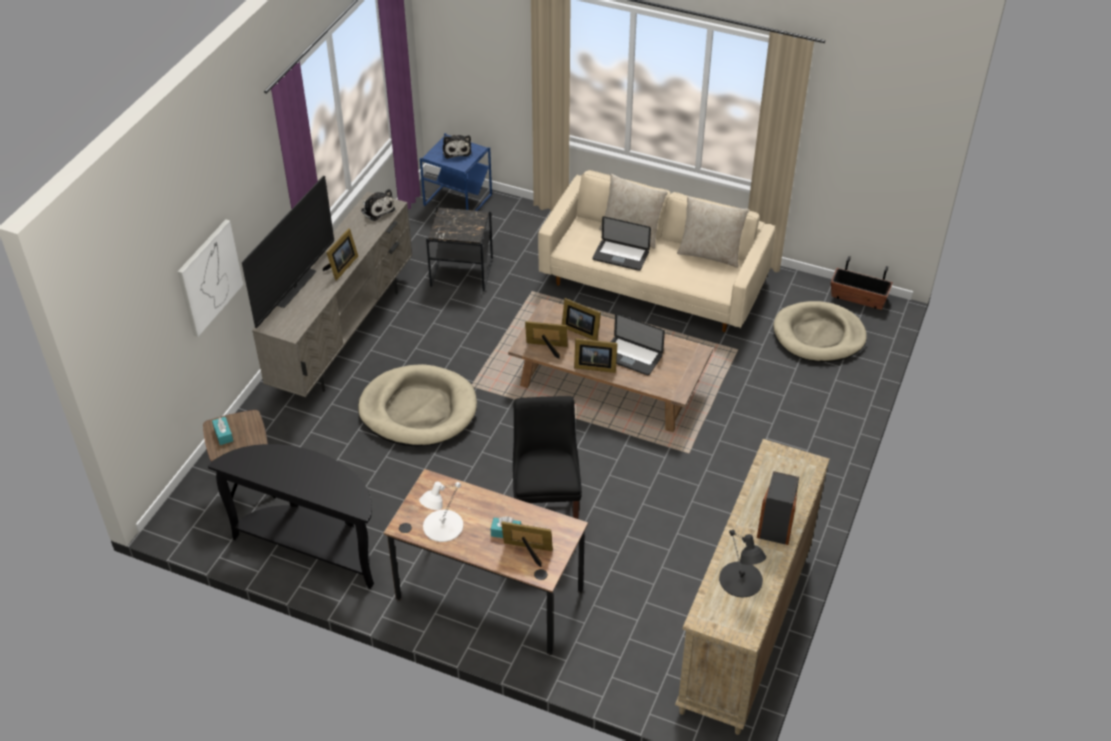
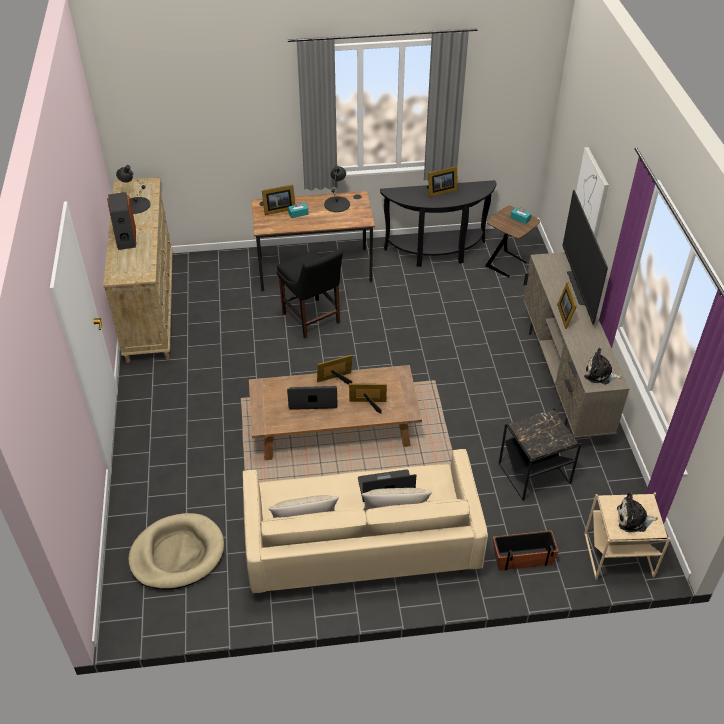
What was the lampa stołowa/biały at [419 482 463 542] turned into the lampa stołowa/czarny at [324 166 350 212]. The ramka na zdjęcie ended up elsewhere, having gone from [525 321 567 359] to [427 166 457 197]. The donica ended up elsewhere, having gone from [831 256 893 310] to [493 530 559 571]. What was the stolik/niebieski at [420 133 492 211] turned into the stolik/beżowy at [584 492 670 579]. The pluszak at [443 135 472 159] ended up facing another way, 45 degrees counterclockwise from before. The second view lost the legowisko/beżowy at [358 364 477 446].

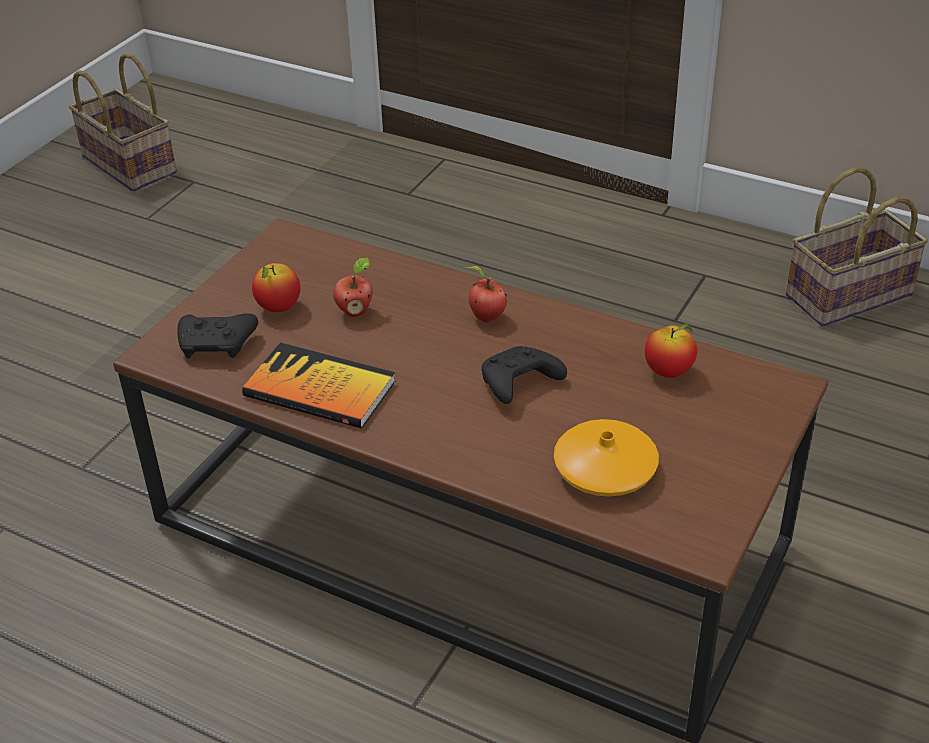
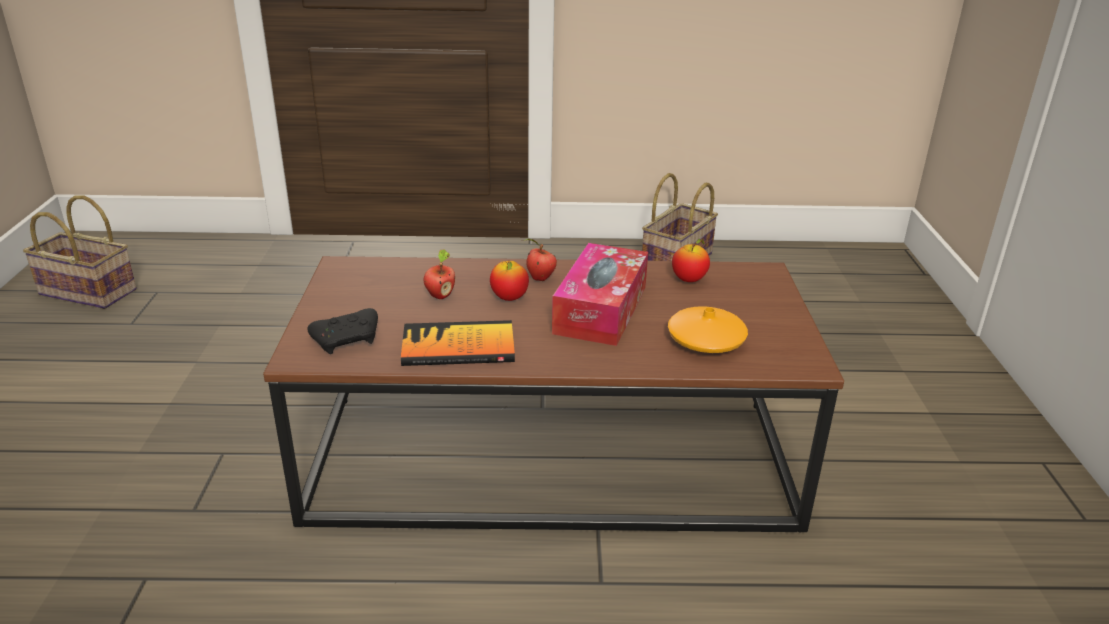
The jabłko ended up elsewhere, having gone from [252 263 301 312] to [490 260 529 301]. Where the pad do gier/czarny stood at [481 346 567 404], the pudełko chusteczek came to stand at [552 243 648 346].

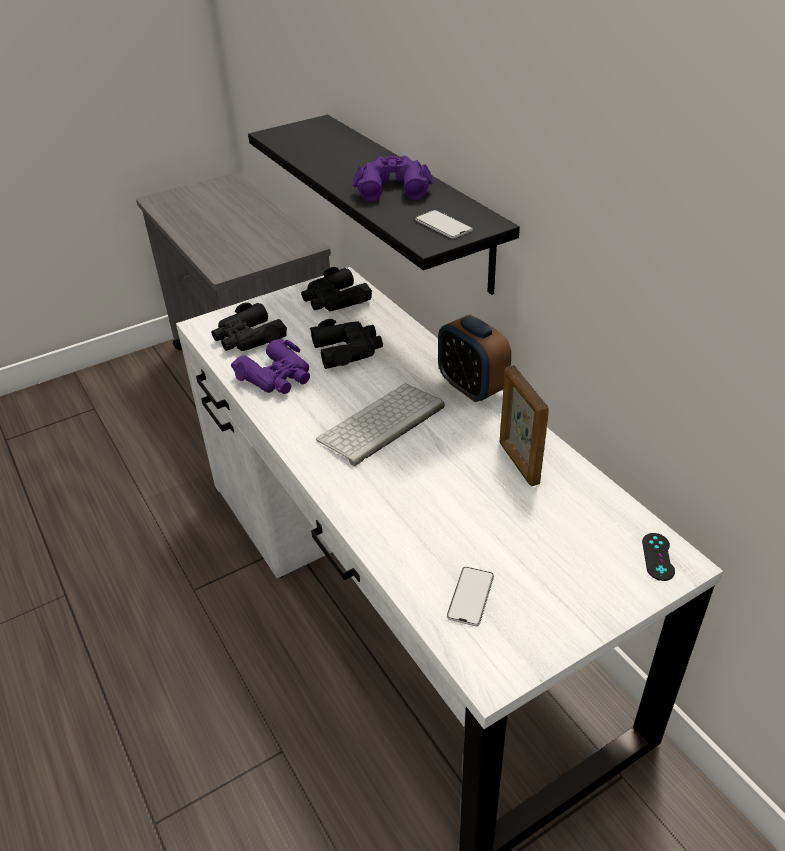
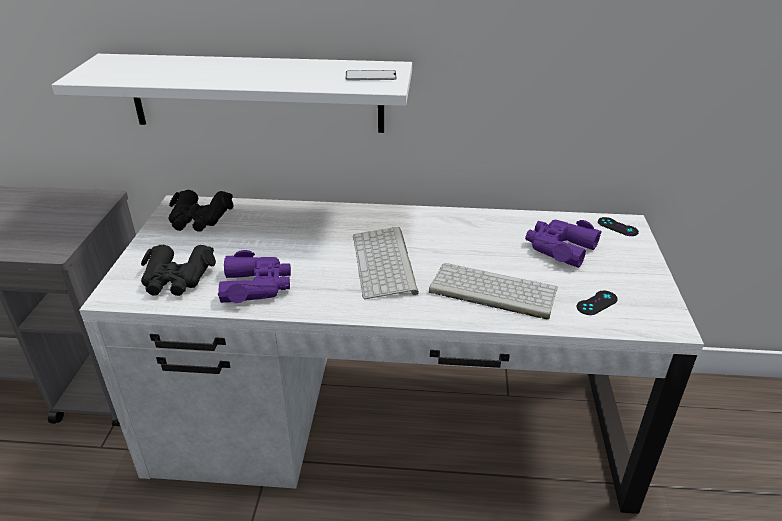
What was the półka/czarny at [248 115 520 295] turned into the półka/biały at [52 54 412 133]. The second view gained the klawiatura at [429 263 558 320]. The lornetka/fioletowy ended up elsewhere, having gone from [352 155 433 202] to [525 220 602 268]. Where the telefon stood at [447 567 494 626], the pad do gier/czarny came to stand at [577 291 618 315]. The second view lost the lornetka/czarny at [310 319 383 369]. The second view lost the budzik at [438 315 511 403]. The second view lost the ramka na zdjęcie at [499 365 549 486].

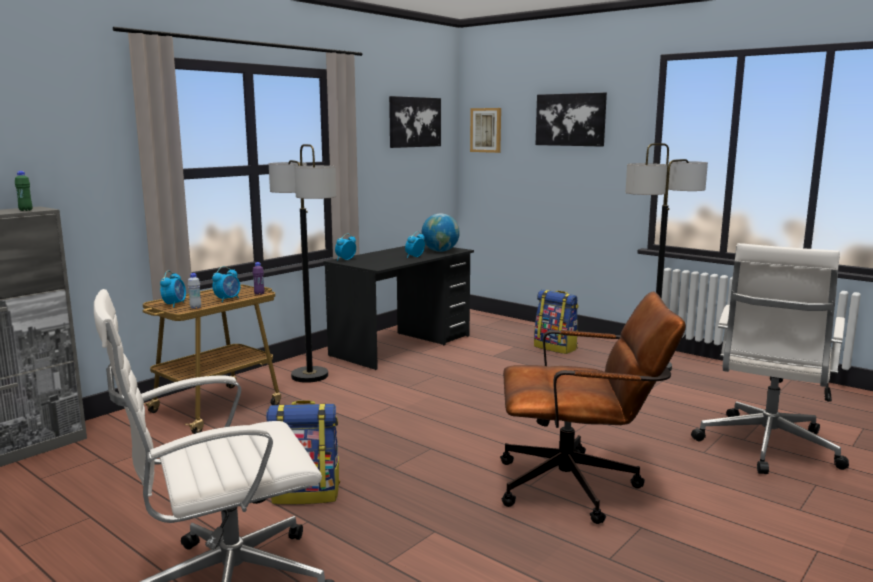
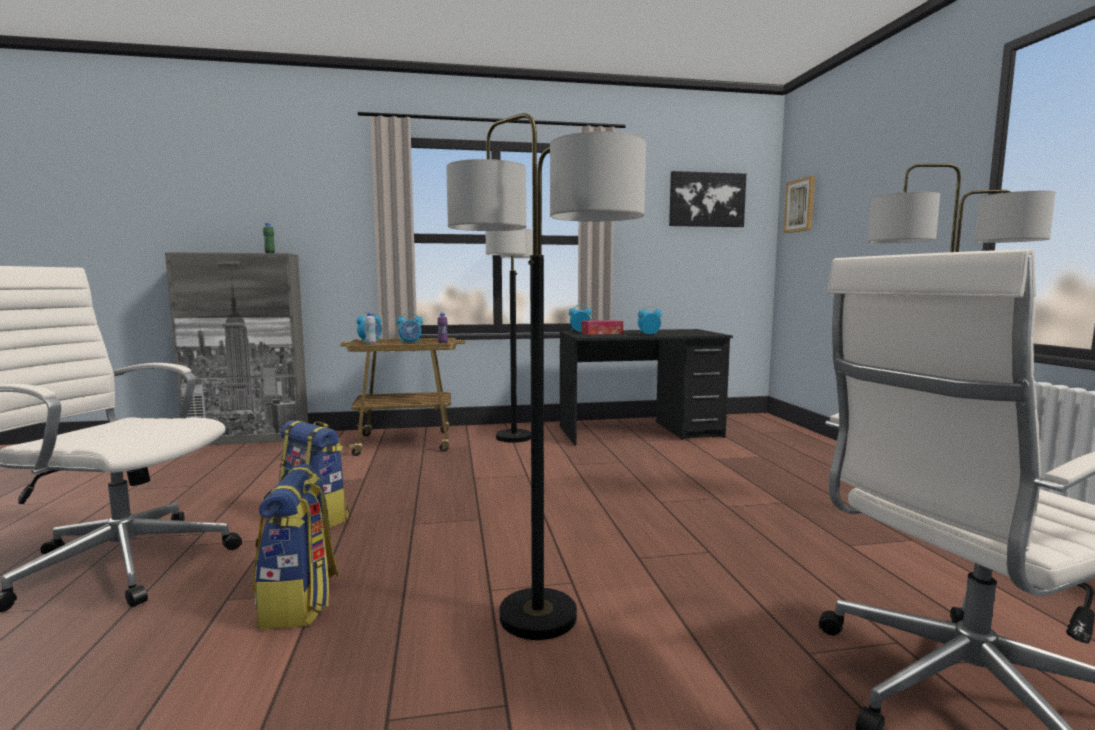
The plecak ended up elsewhere, having gone from [534 290 579 354] to [253 464 339 630]. Where the krzesło biurowe/brązowy stood at [500 291 686 524], the lampa stojąca came to stand at [446 113 646 640]. The second view gained the pudełko chusteczek at [582 320 623 335]. The second view lost the globus at [421 213 460 252]. The second view lost the obraz at [536 93 607 147].

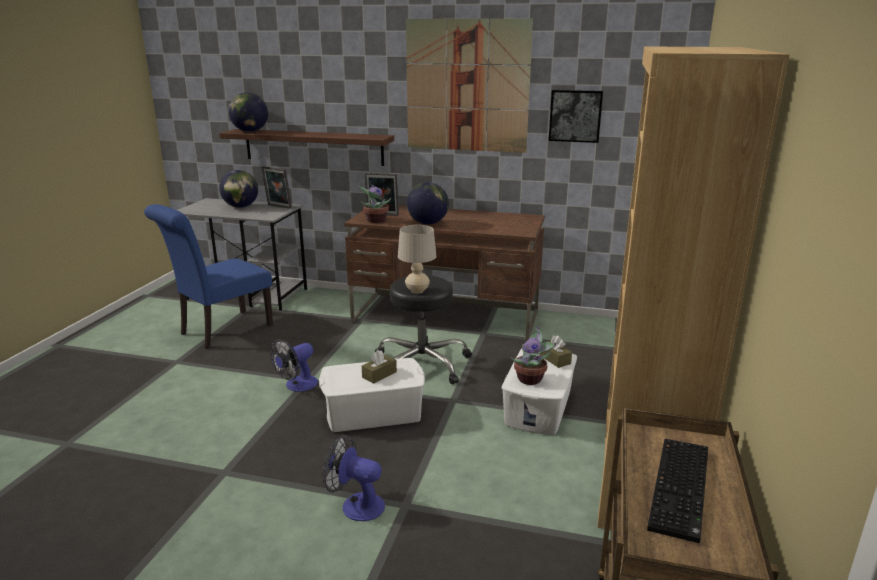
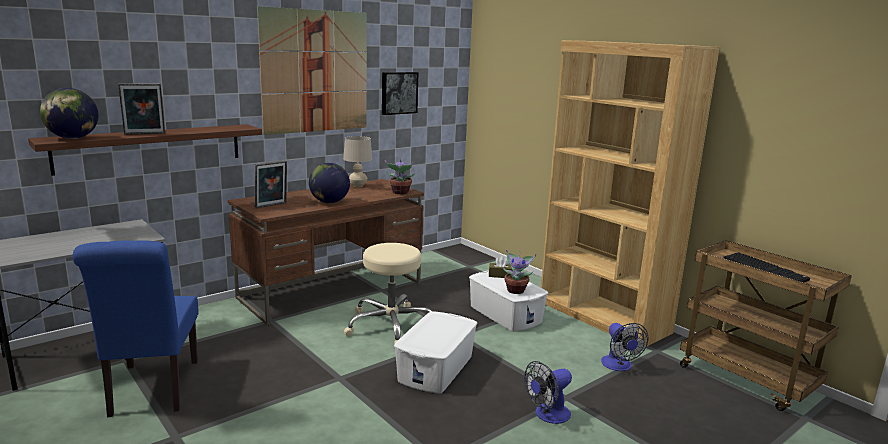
The ramka na zdjęcie ended up elsewhere, having gone from [261 166 292 209] to [118 83 165 135]. The lampa stołowa/beżowy ended up elsewhere, having gone from [398 225 437 294] to [343 136 373 188]. What was the stołek/czarny at [375 275 472 384] turned into the stołek/beżowy at [344 243 433 348]. The roślina doniczkowa ended up elsewhere, having gone from [358 181 391 223] to [385 160 415 194]. The wentylator ended up elsewhere, having gone from [270 340 318 392] to [601 323 649 371]. The second view lost the globus at [219 170 258 208]. The second view lost the pudełko chusteczek/brązowy at [362 350 397 384].

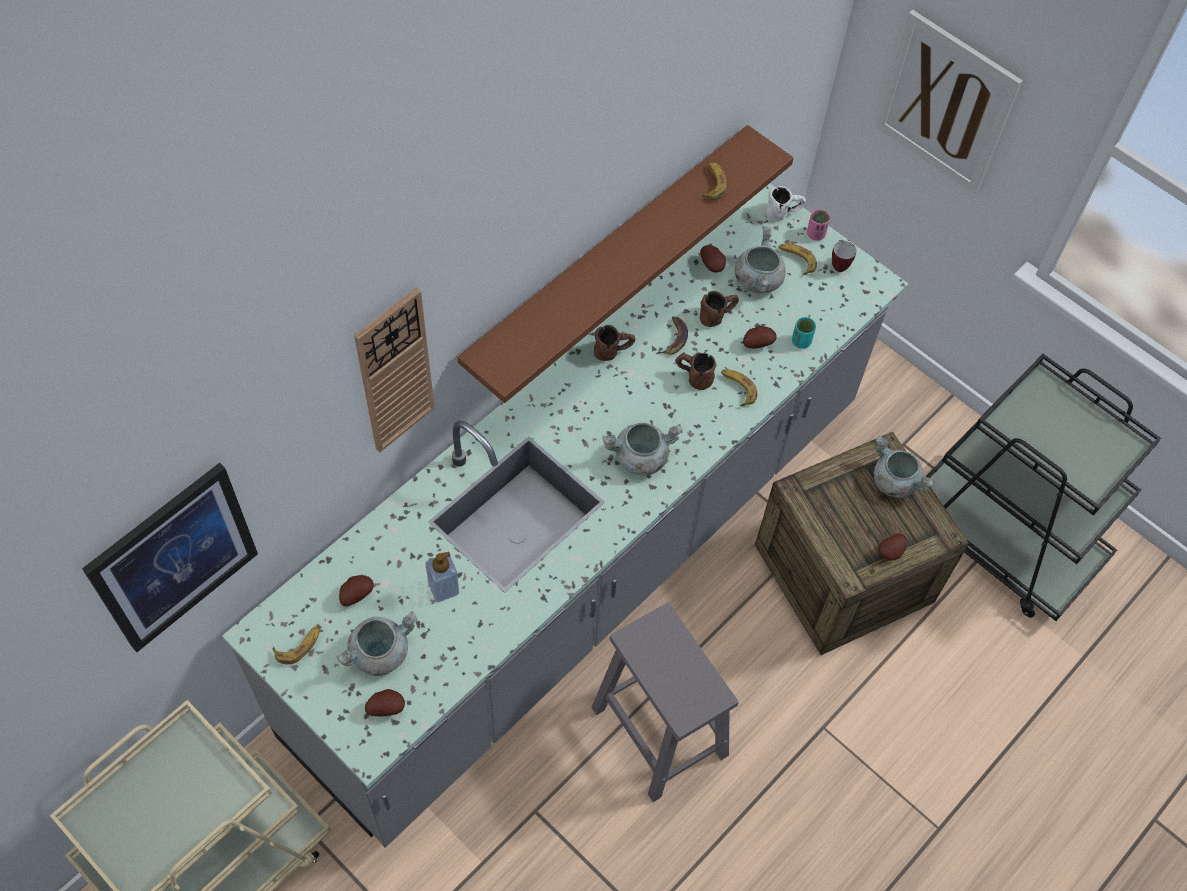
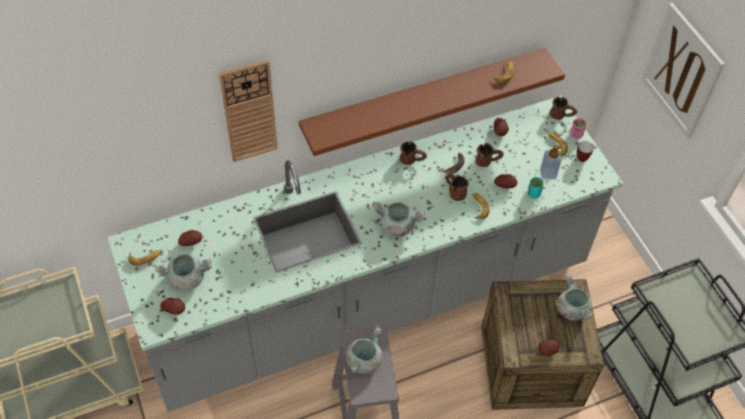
The garnek/szary ended up elsewhere, having gone from [735 226 786 293] to [346 327 383 374]. The dozownik mydła ended up elsewhere, having gone from [426 552 459 602] to [540 145 562 179]. What was the kubek/biały at [766 186 806 221] turned into the kubek/brązowy at [550 97 577 120]. The second view lost the obraz at [82 463 258 652].

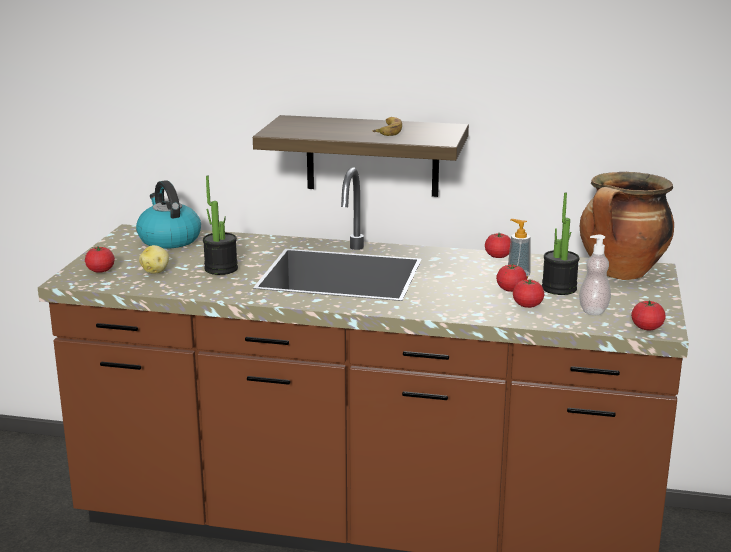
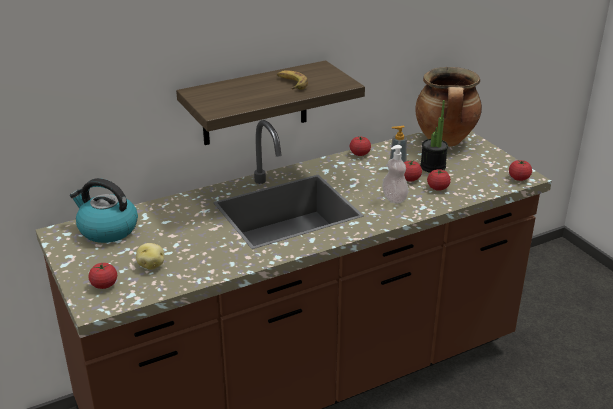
The dozownik mydła ended up elsewhere, having gone from [579 235 611 315] to [382 145 408 204]. The second view lost the roślina doniczkowa at [203 175 238 275].

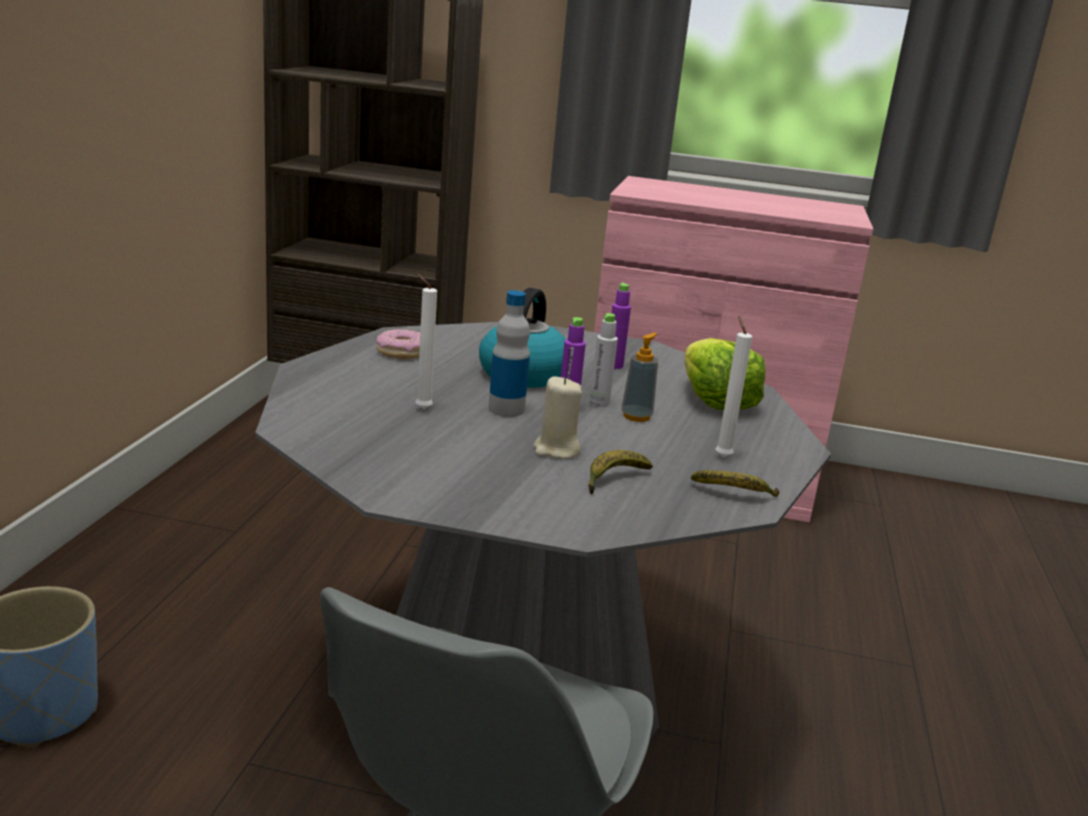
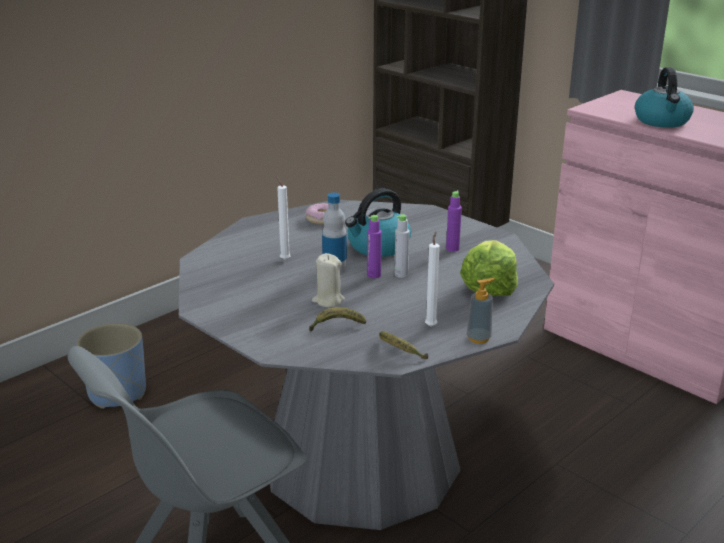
The dozownik mydła ended up elsewhere, having gone from [621 333 658 422] to [467 278 495 344]. The second view gained the czajnik at [635 67 694 128].

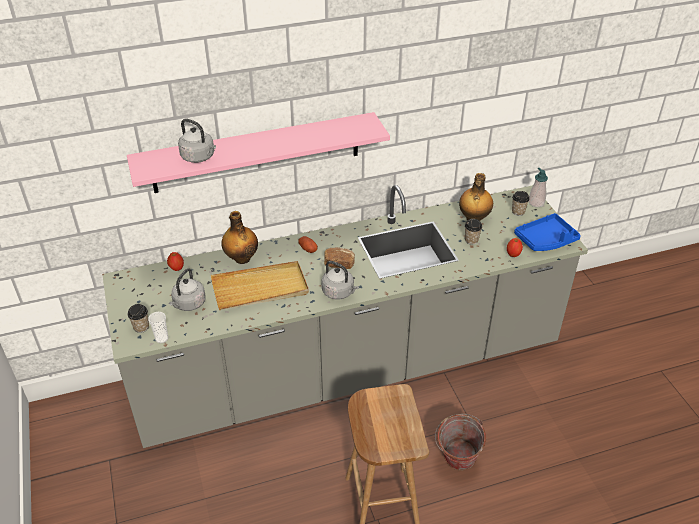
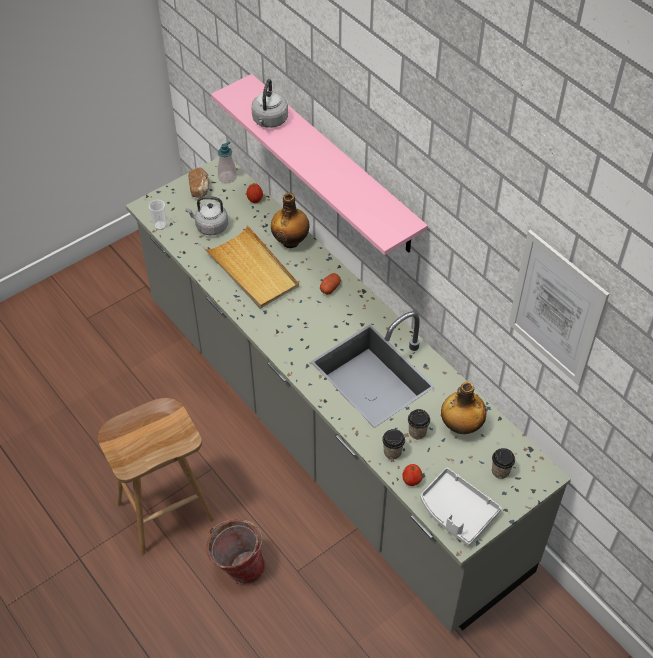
The chleb ended up elsewhere, having gone from [324 247 355 269] to [188 168 210 198]. The dozownik mydła ended up elsewhere, having gone from [528 168 548 207] to [218 141 237 183]. The filiżanka ended up elsewhere, having gone from [127 304 149 333] to [382 429 405 460]. What was the taca/niebieski at [514 213 581 251] turned into the taca/szary at [420 468 501 546]. The second view gained the obraz at [508 230 609 386]. The second view lost the czajnik/szary at [322 261 359 300].

